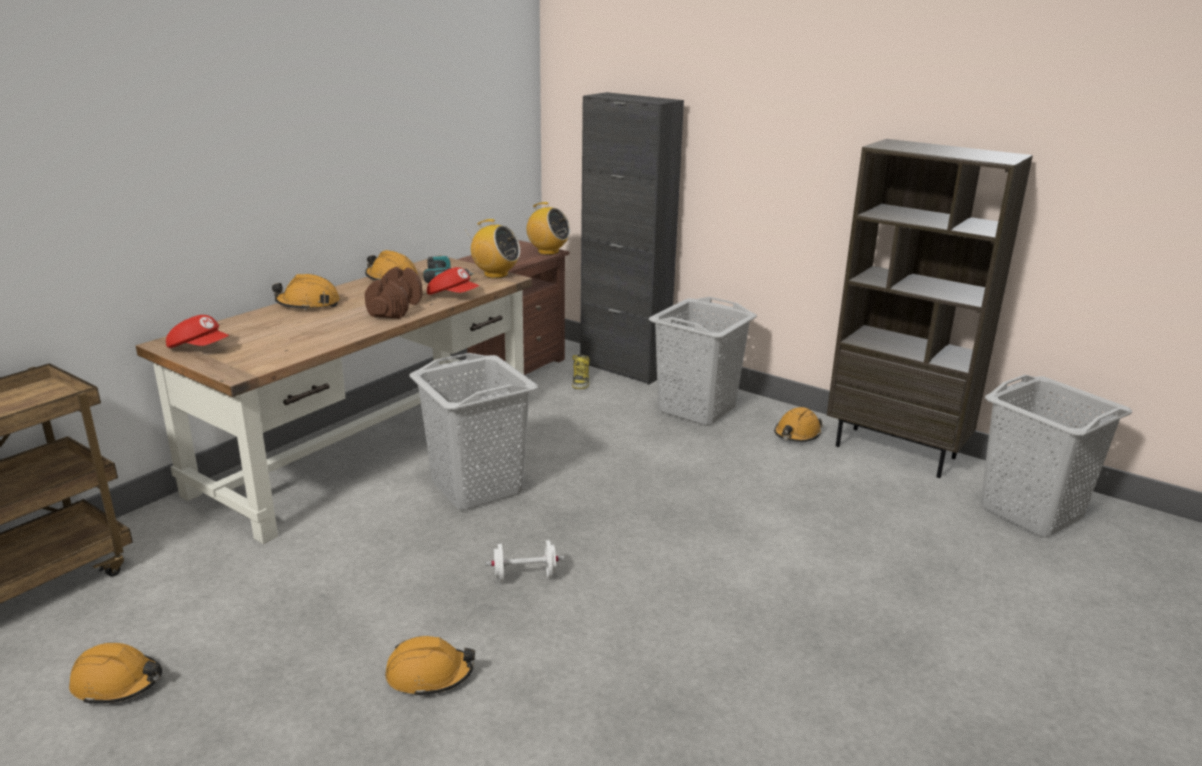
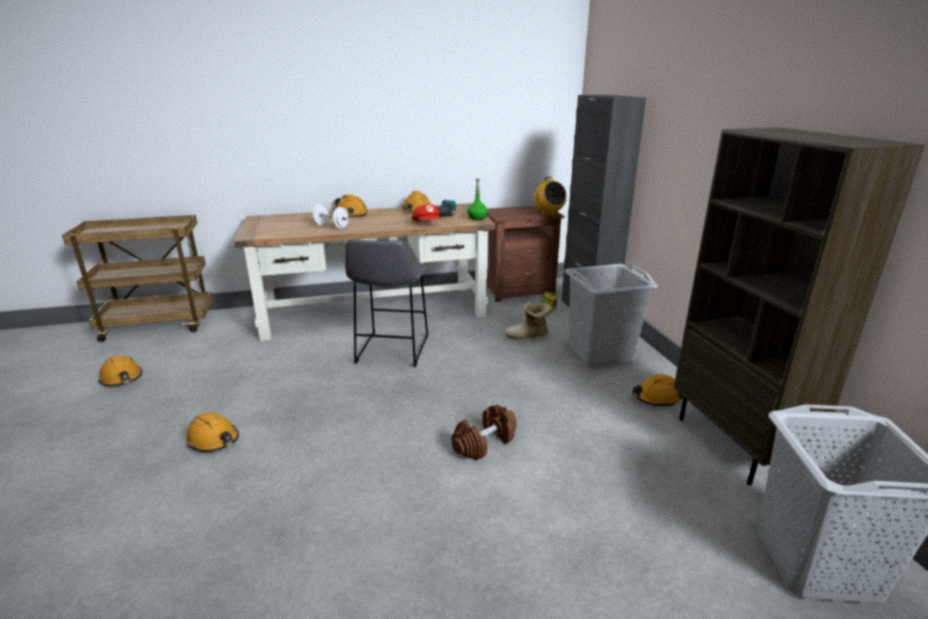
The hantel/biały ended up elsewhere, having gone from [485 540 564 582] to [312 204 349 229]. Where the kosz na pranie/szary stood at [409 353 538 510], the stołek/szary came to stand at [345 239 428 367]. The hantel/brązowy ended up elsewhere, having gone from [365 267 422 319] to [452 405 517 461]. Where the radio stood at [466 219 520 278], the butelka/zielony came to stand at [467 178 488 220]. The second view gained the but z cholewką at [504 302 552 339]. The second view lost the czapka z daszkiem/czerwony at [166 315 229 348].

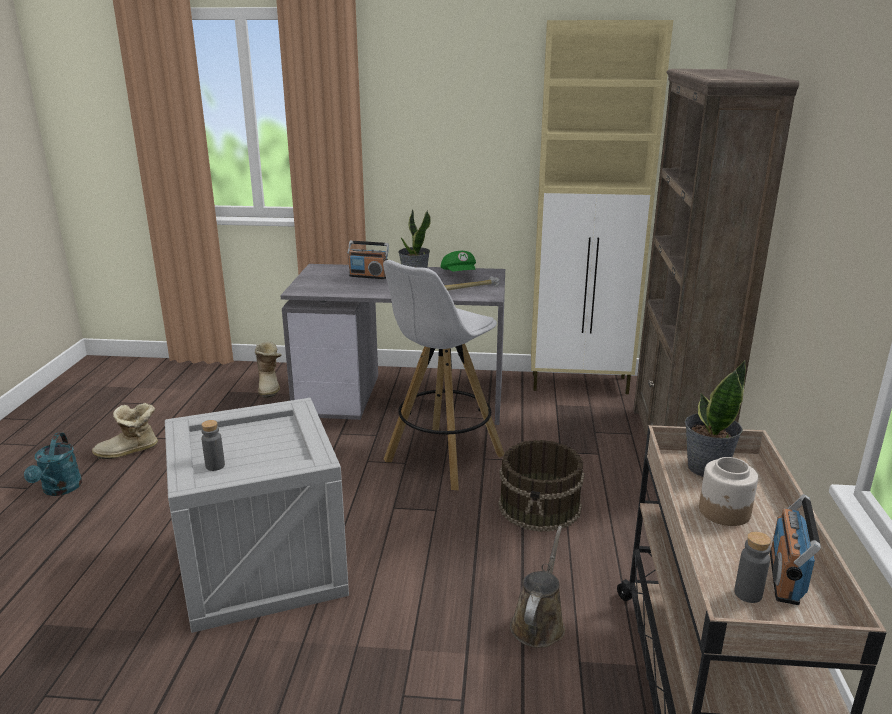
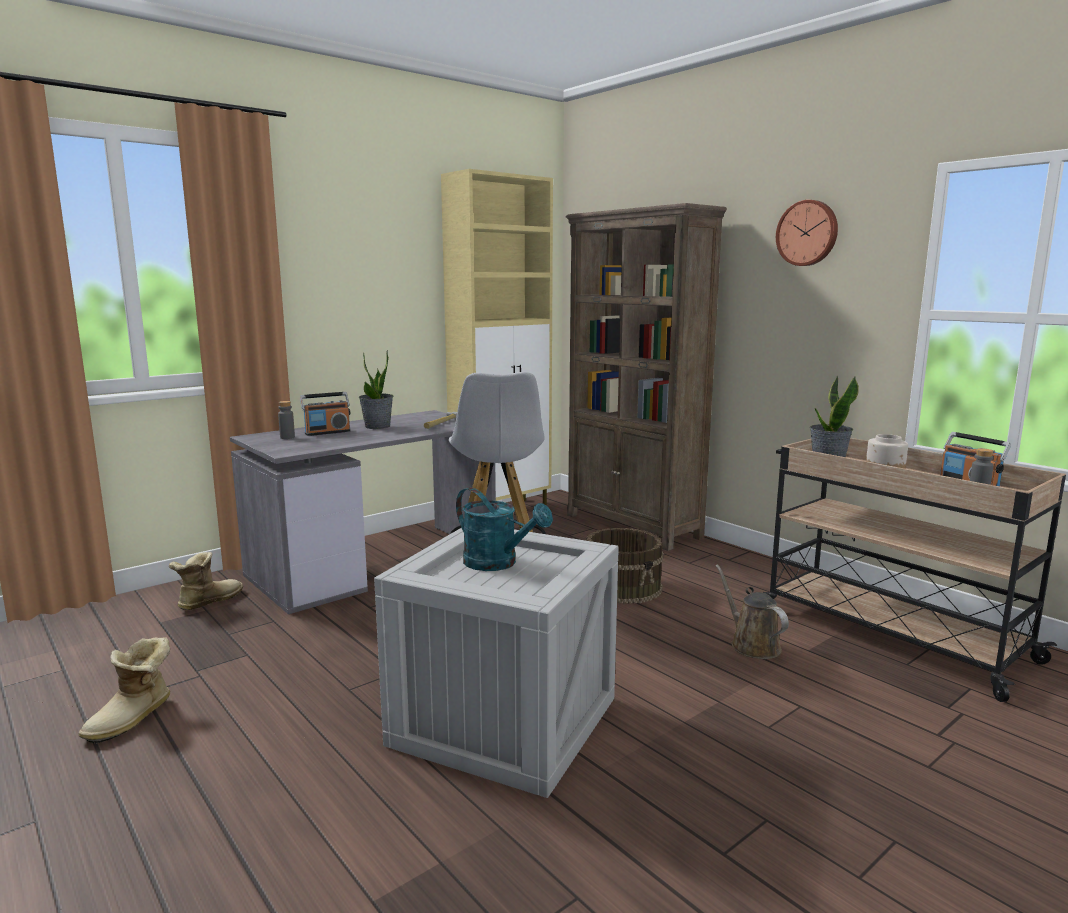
The but z cholewką at [255 342 282 398] ended up facing another way, 90 degrees counterclockwise from before. The butelka/szary ended up elsewhere, having gone from [201 420 225 471] to [278 401 295 439]. The konewka/turkusowy ended up elsewhere, having gone from [24 433 82 496] to [456 487 553 571]. The second view gained the zegar ścienny at [776 200 838 266]. The second view lost the czapka z daszkiem/zielony at [441 251 476 272].

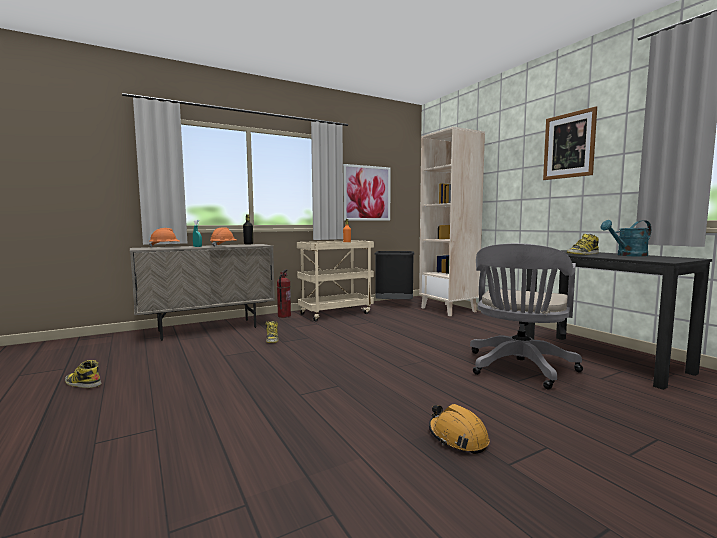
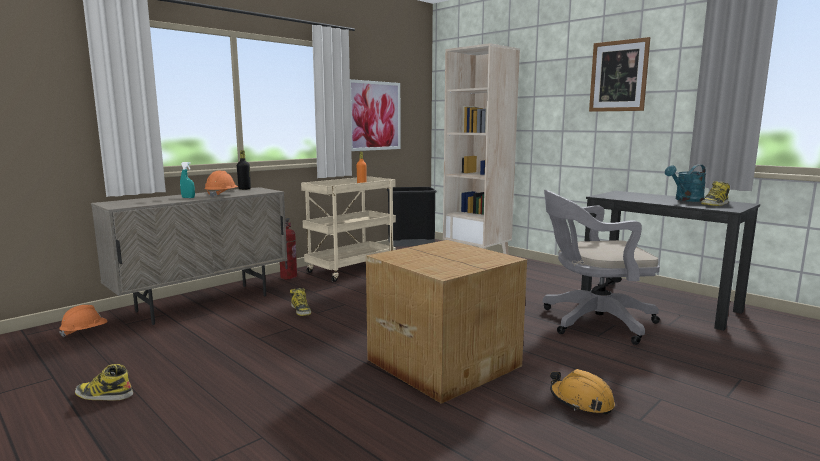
The kask/pomarańczowy ended up elsewhere, having gone from [149 228 181 247] to [59 305 107 337]. The second view gained the karton at [366 240 527 404]. The krzesło biurowe/szary at [470 243 583 389] ended up facing another way, 75 degrees clockwise from before. The but z cholewką ended up elsewhere, having gone from [567 234 599 255] to [701 181 730 206].

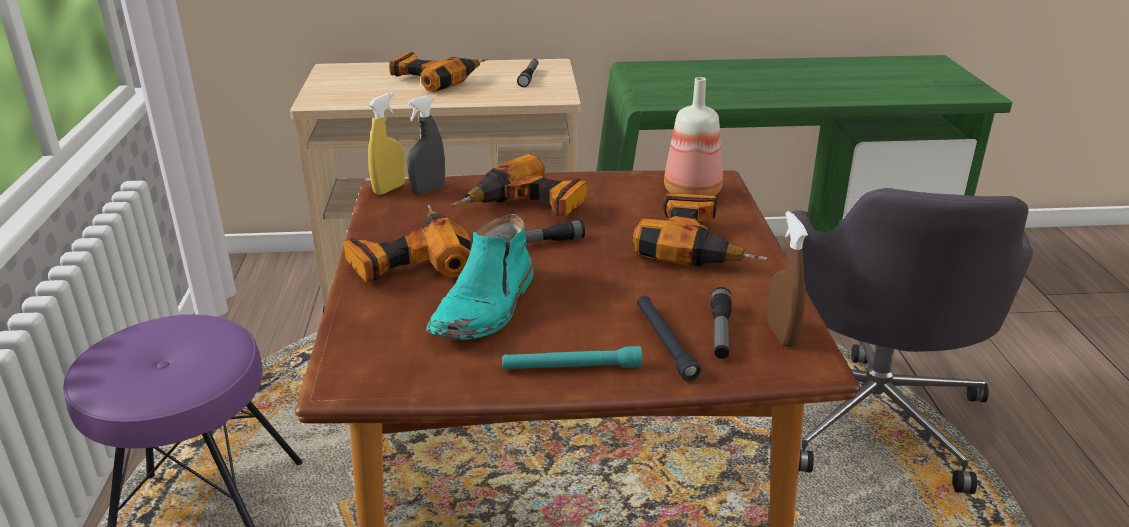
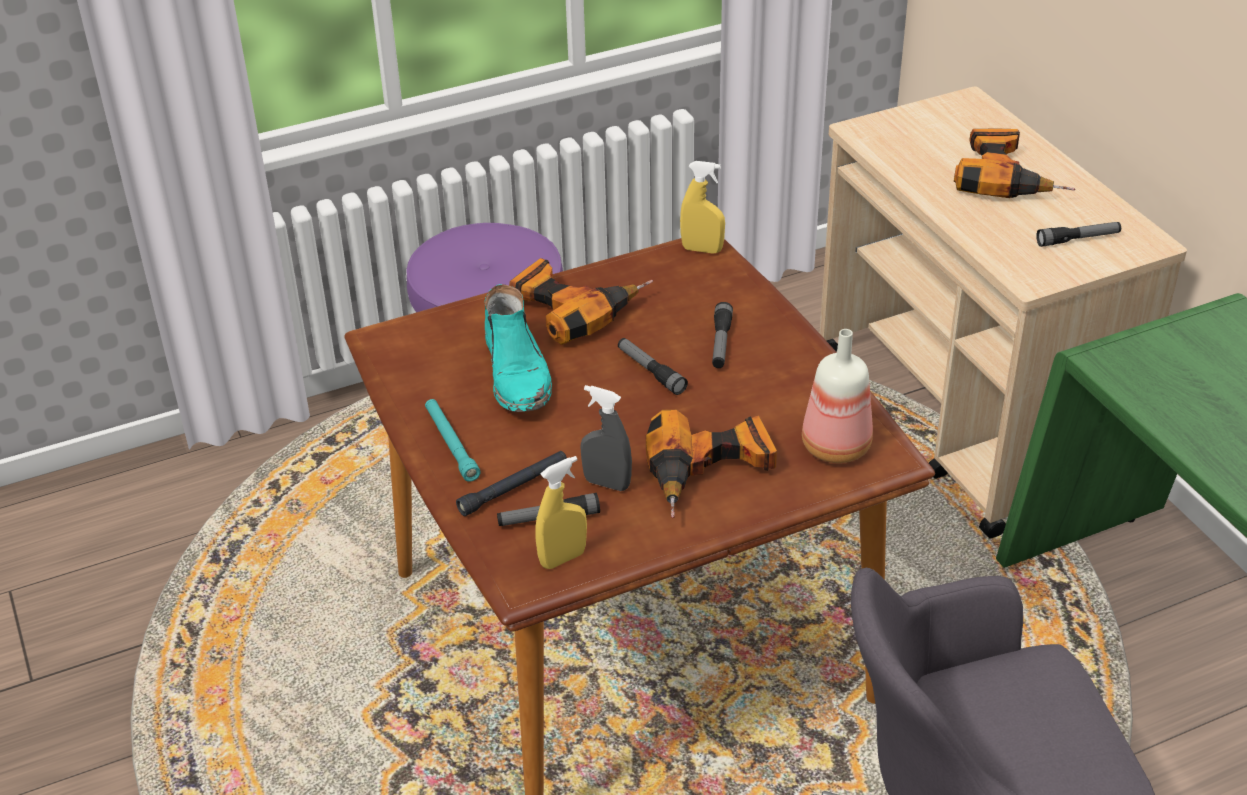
The but z cholewką/turkusowy at [426 214 534 340] ended up facing another way, 105 degrees counterclockwise from before. What was the spryskiwacz/brązowy at [767 211 808 347] turned into the spryskiwacz/żółty at [535 456 587 569]. The spryskiwacz/szary ended up elsewhere, having gone from [406 96 445 195] to [581 385 632 491]. Where the wiertarka stood at [451 154 588 217], the latarka came to stand at [712 302 733 368].

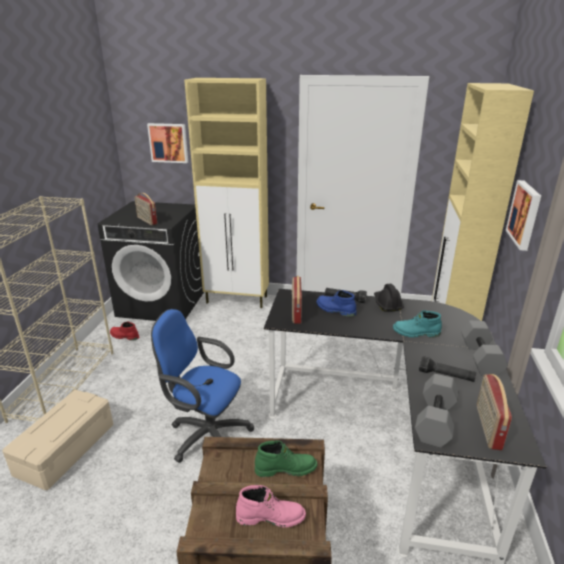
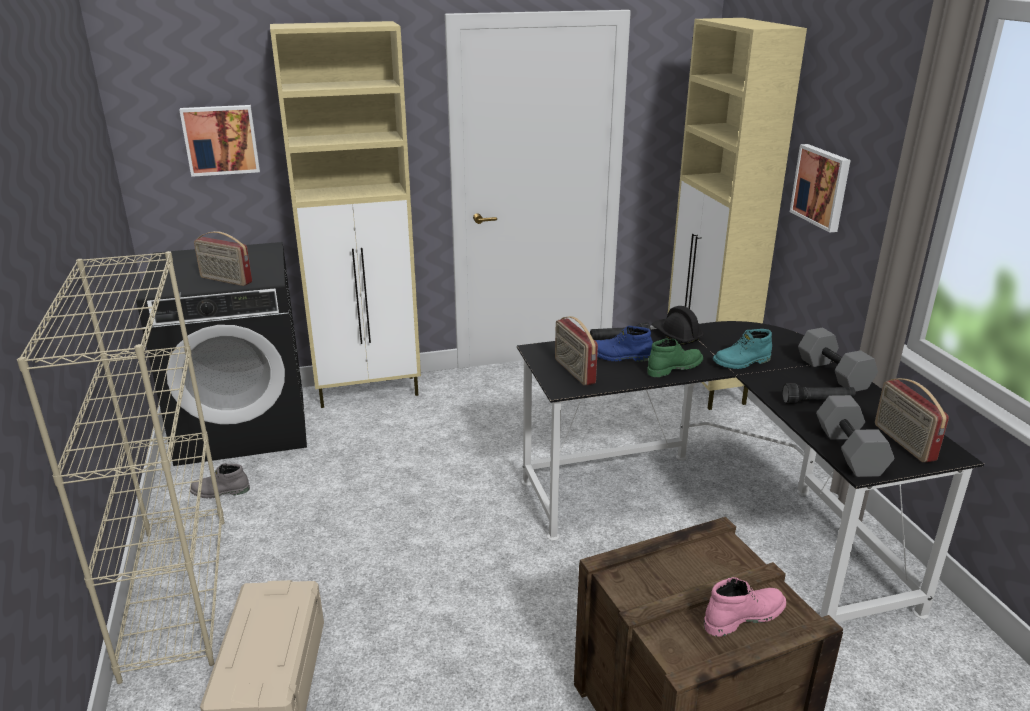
What was the but z cholewką/czerwony at [110 321 139 341] turned into the but z cholewką/szary at [190 463 250 498]. The but z cholewką/zielony ended up elsewhere, having gone from [255 440 317 477] to [647 338 703 377]. The second view lost the krzesło biurowe/niebieski at [151 309 255 463].

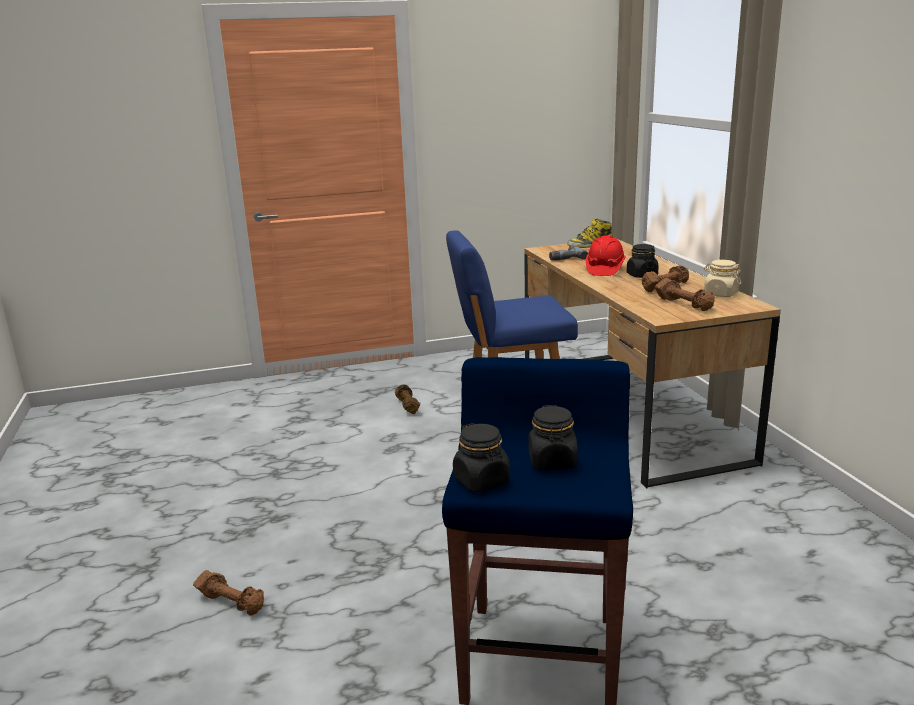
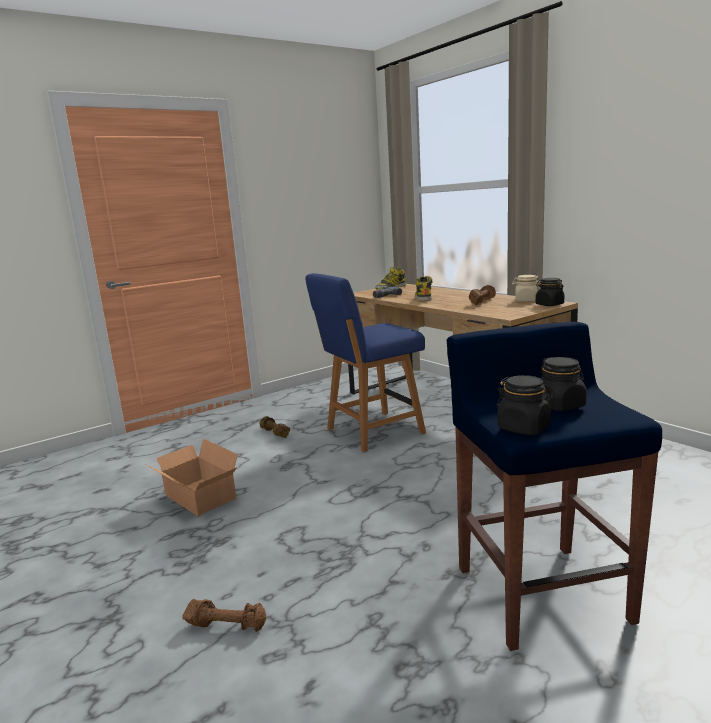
The second view gained the karton at [147 439 238 516]. Where the kask/czerwony stood at [586 236 626 276], the but z cholewką came to stand at [415 276 433 301]. The słoik/czarny ended up elsewhere, having gone from [627 244 659 278] to [536 278 565 306]. The second view lost the hantel/brązowy at [655 278 715 311].

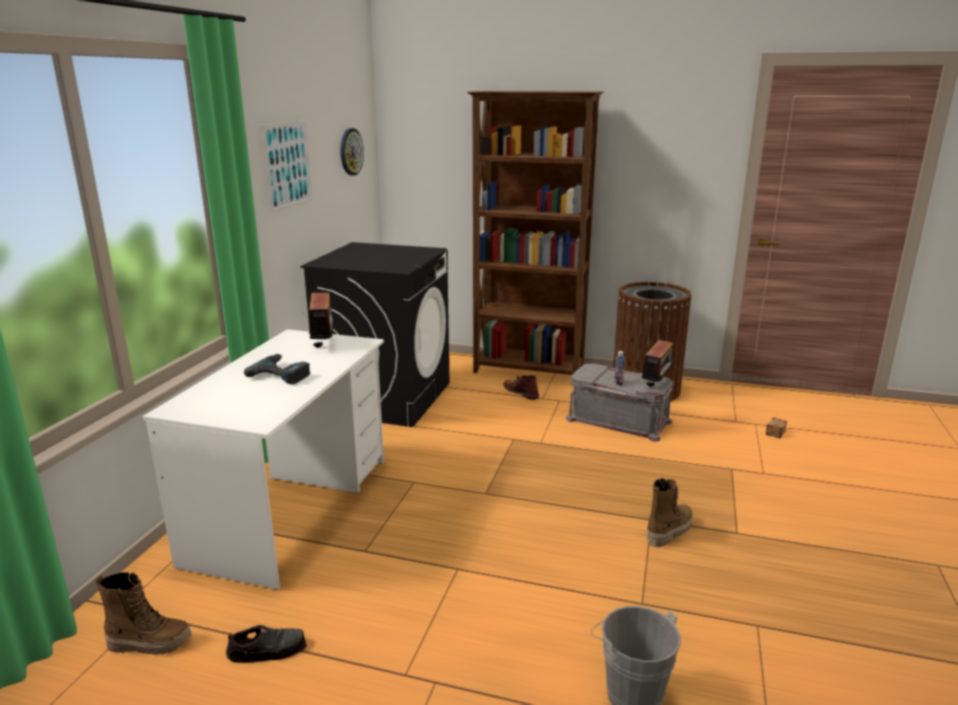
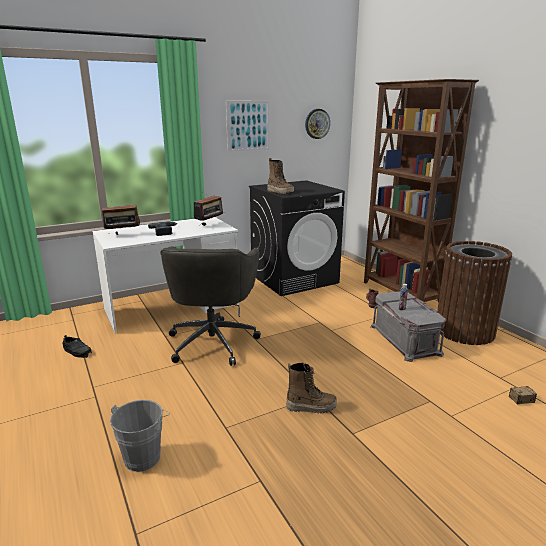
The radio ended up elsewhere, having gone from [642 340 675 387] to [102 200 140 235]. The second view gained the krzesło biurowe/szary at [161 246 261 366]. The but z cholewką ended up elsewhere, having gone from [96 572 192 655] to [267 158 294 194].

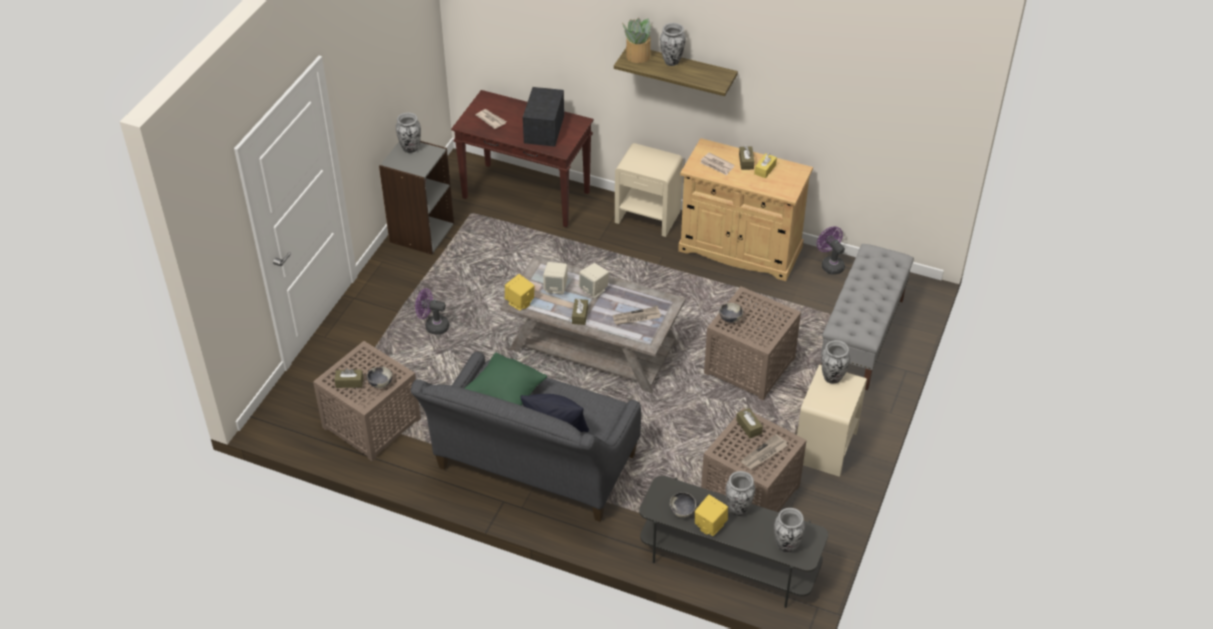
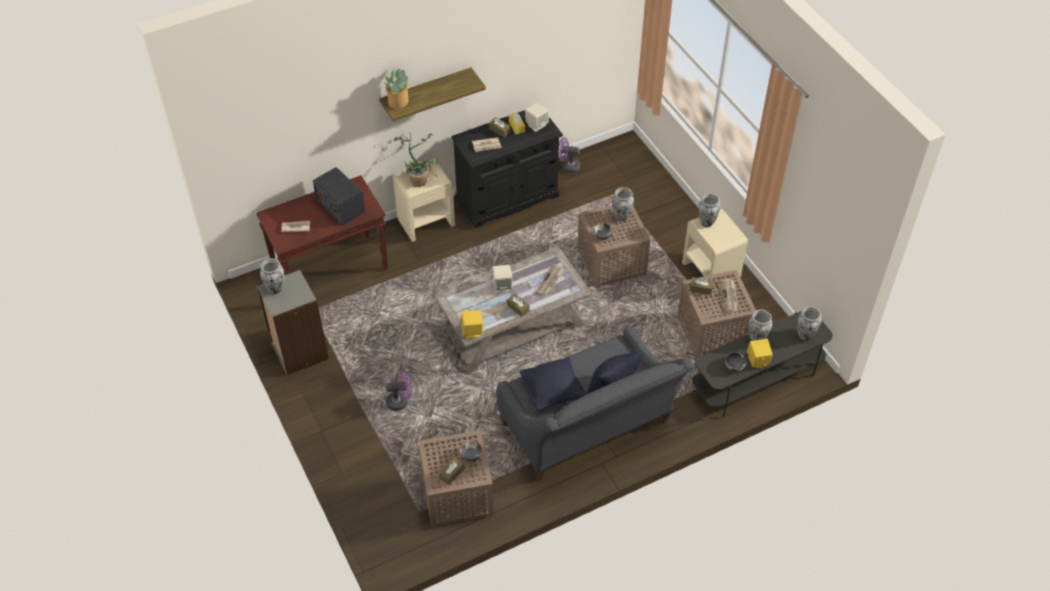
The wentylator/fioletowy at [415 288 449 335] ended up facing another way, 150 degrees counterclockwise from before. The second view gained the roślina doniczkowa at [394 132 441 187]. What was the szafka/beżowy at [678 138 813 281] turned into the szafka/czarny at [451 110 563 228]. What was the poduszka/zielony at [464 353 547 406] turned into the poduszka/czarny at [520 357 587 411]. The głośnik/beżowy ended up elsewhere, having gone from [543 262 567 295] to [525 103 549 132]. The wazon ended up elsewhere, having gone from [660 23 686 66] to [612 187 634 221]. The second view lost the ławka/szary at [821 244 914 390].

